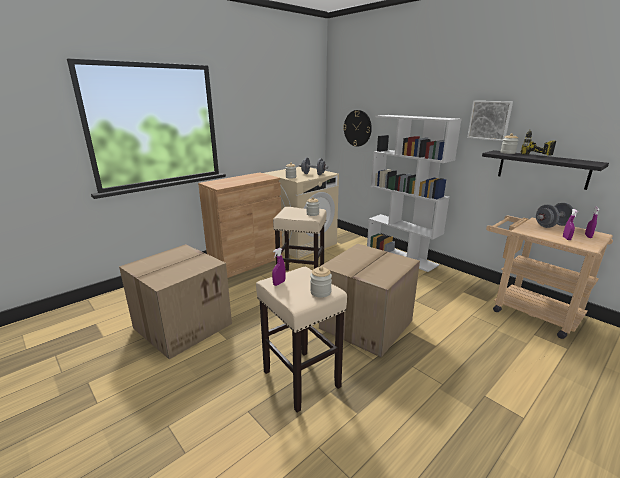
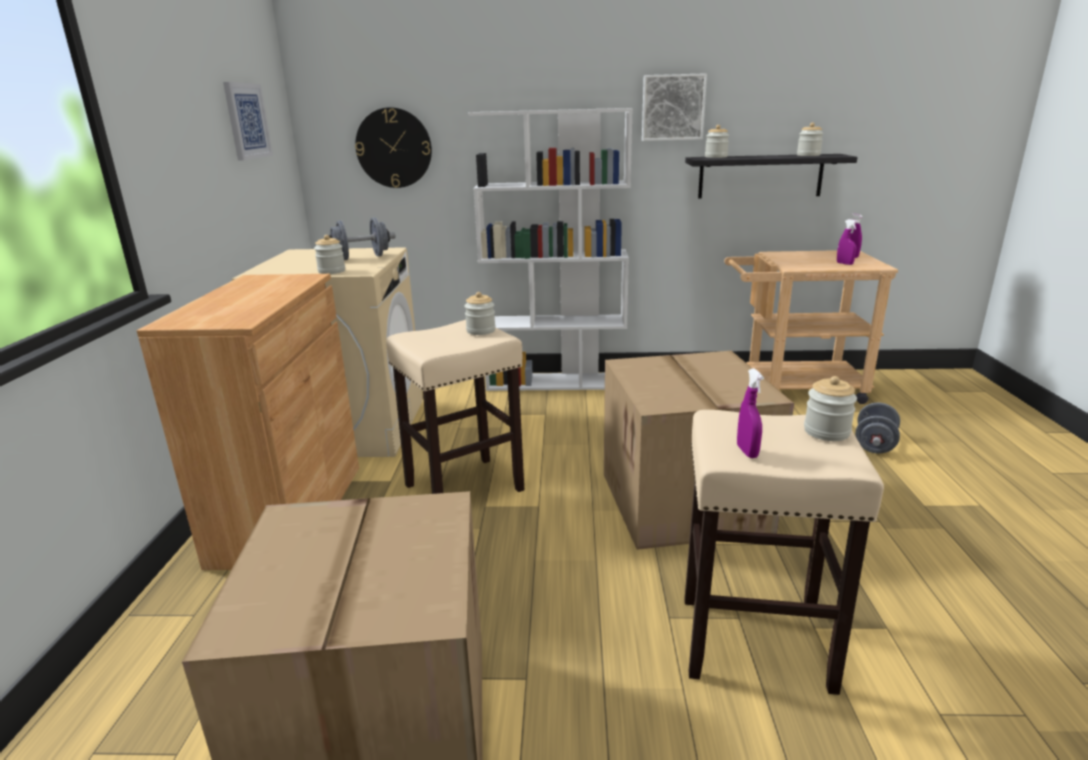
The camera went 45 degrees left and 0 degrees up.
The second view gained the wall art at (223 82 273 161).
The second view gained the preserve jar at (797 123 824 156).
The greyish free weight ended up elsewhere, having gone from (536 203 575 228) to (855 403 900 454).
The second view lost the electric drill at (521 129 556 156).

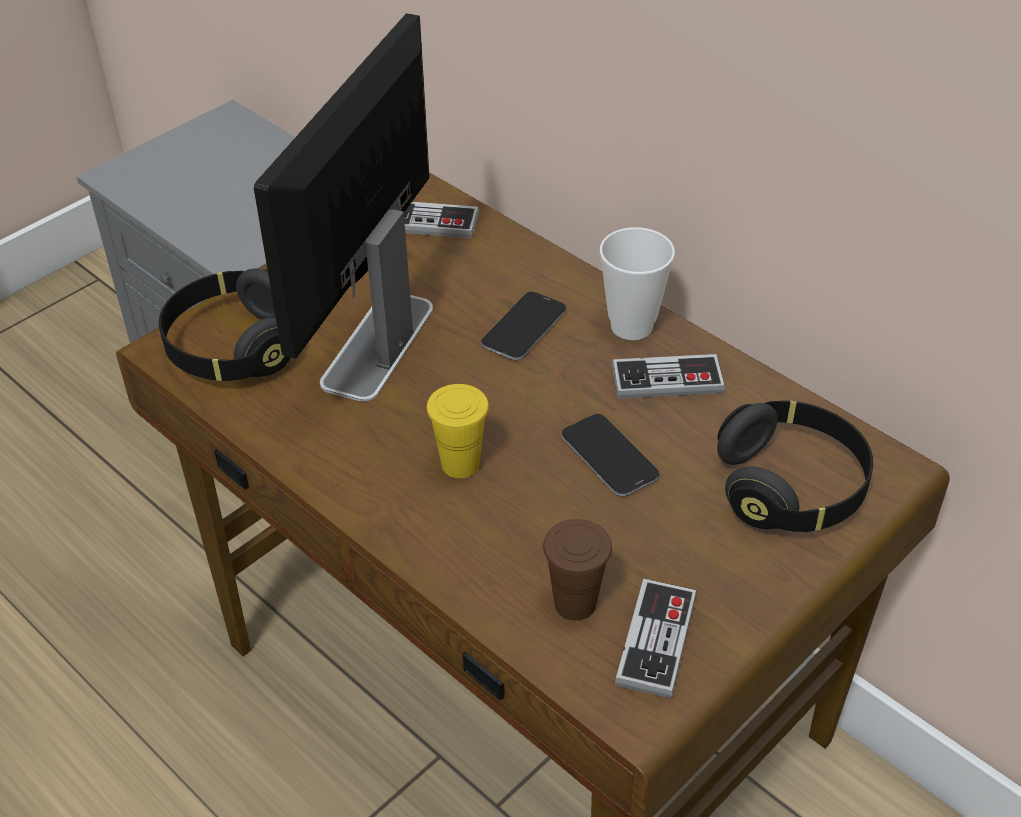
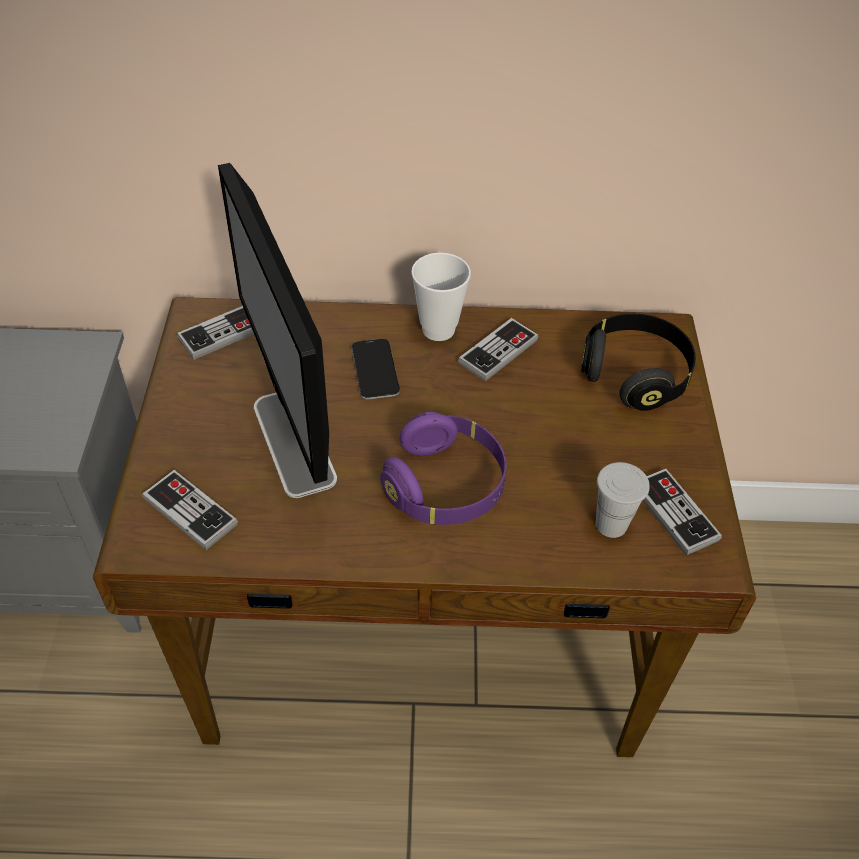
The camera went 45 degrees left and 5 degrees up.
Where the black headphones stood at (159 269 291 381), the game controller came to stand at (142 470 238 550).
Where the yellowish small cup stood at (427 384 489 478), the purple headphones came to stand at (380 412 507 525).
What was the brownish small cup at (543 519 612 621) turned into the whitish small cup at (596 462 650 538).
The second view lost the telephone at (561 414 660 497).

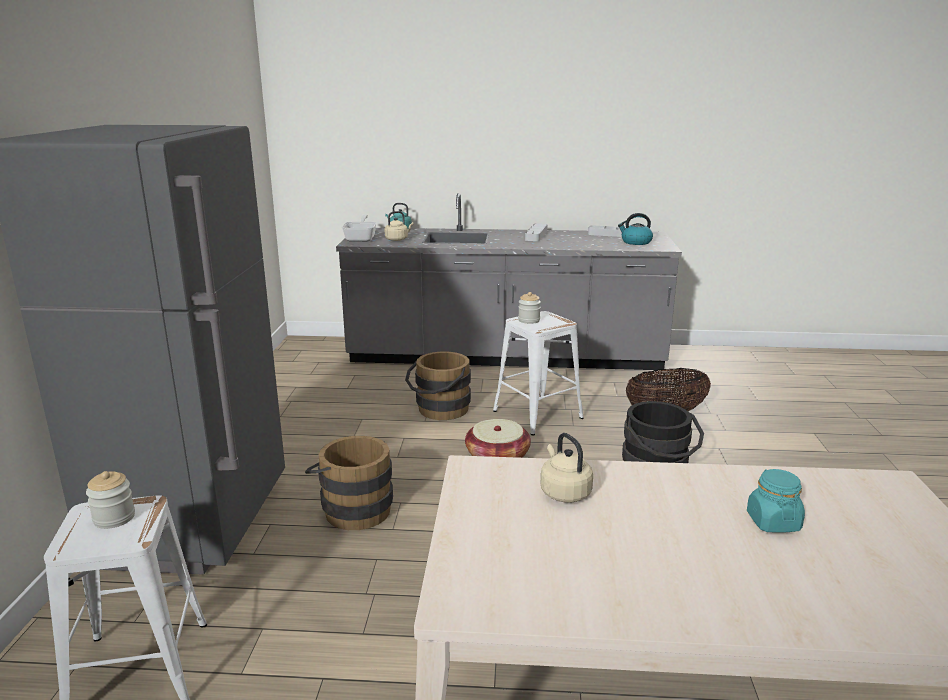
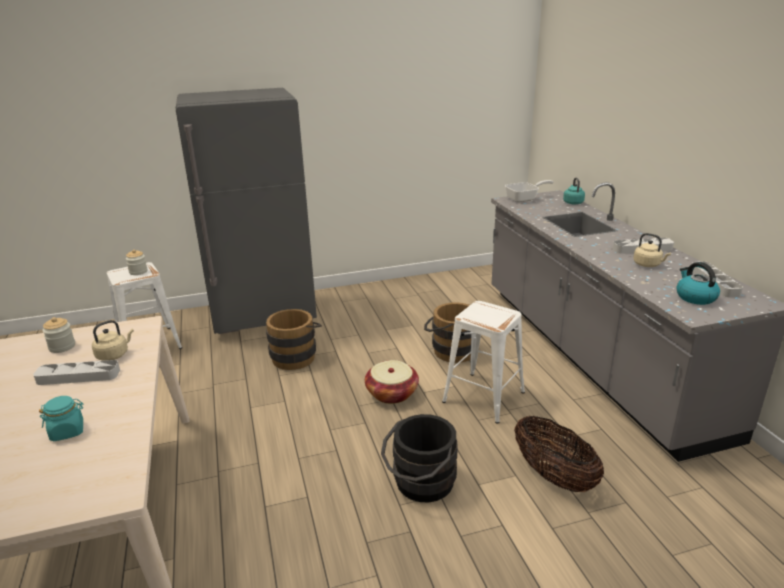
The camera went 70 degrees right and 5 degrees up.
The second view gained the greyish serving tray at (33 360 120 385).
The preserve jar ended up elsewhere, having gone from (518 292 541 324) to (42 317 75 353).
The beige kettle ended up elsewhere, having gone from (385 211 414 241) to (633 233 671 267).

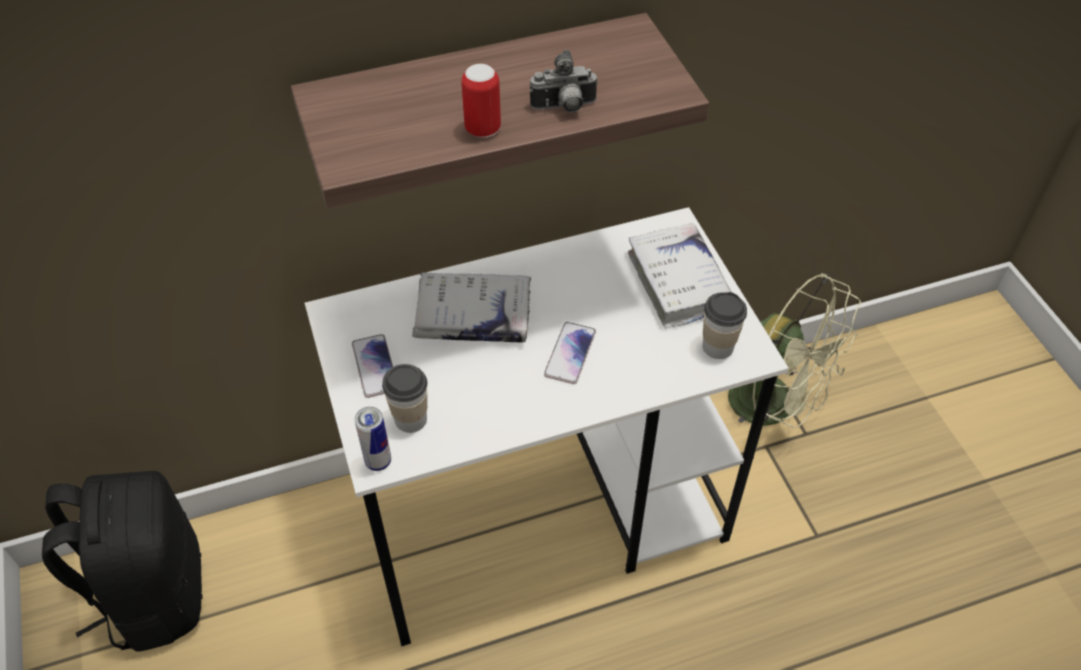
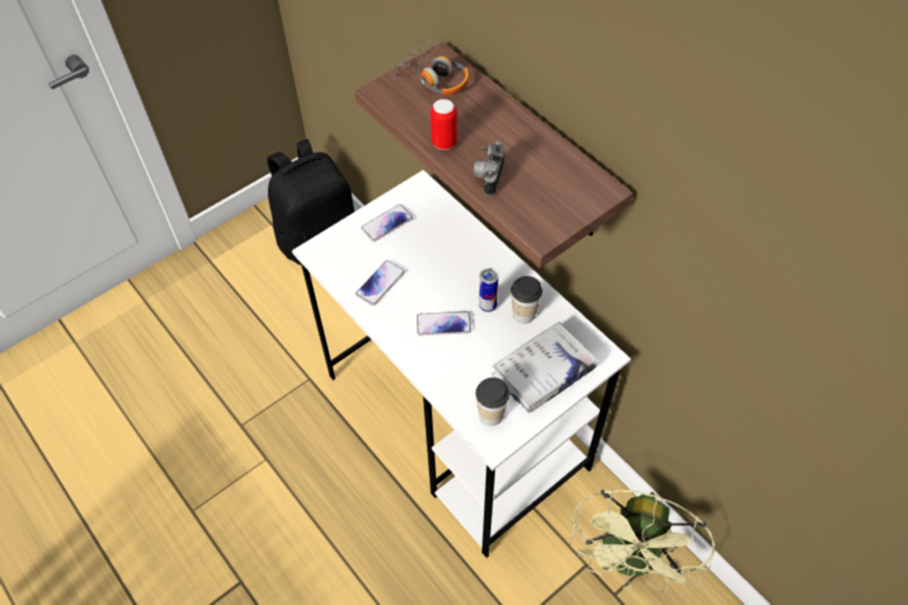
The camera went 70 degrees right and 5 degrees up.
The second view gained the telephone at (355 260 405 306).
The second view gained the headphones at (392 39 469 95).
The photo camera at (530 50 598 112) ended up facing another way, 45 degrees clockwise from before.
The metal can ended up elsewhere, having gone from (355 406 391 471) to (479 268 499 312).
The small cup ended up elsewhere, having gone from (382 364 427 433) to (511 276 542 324).
The second view lost the whitish volume at (412 272 531 342).

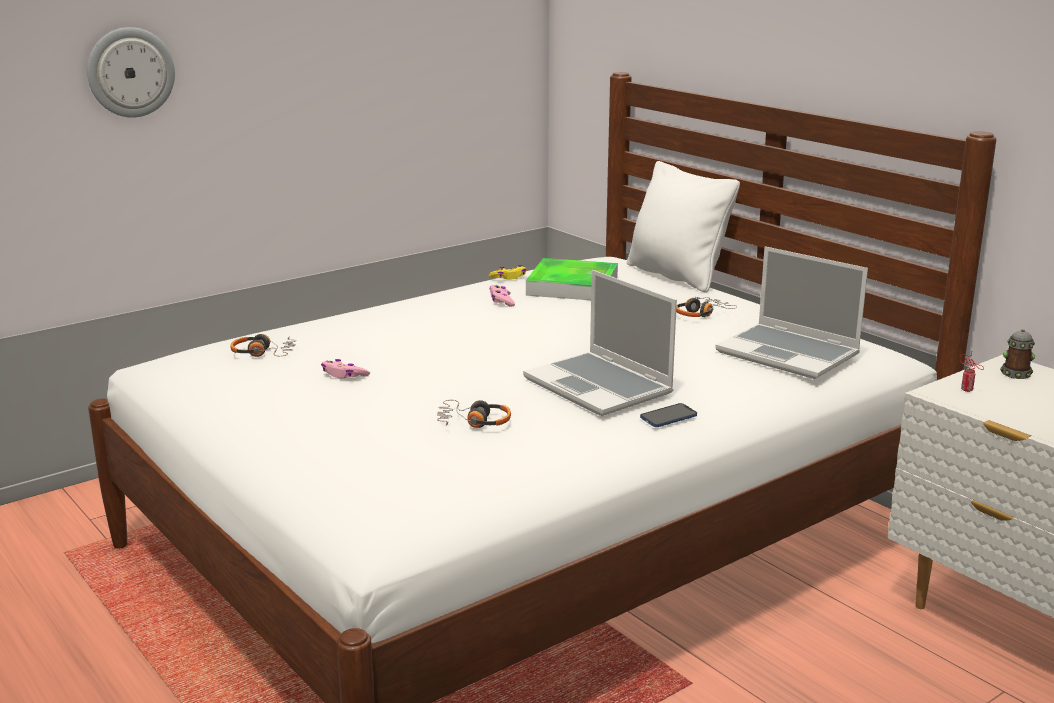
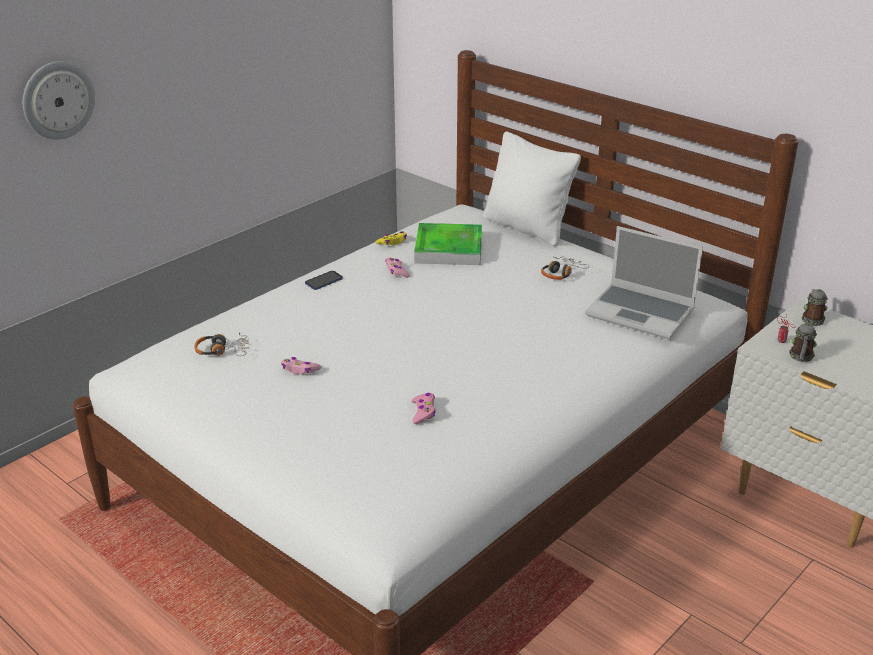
The camera went 10 degrees left and 10 degrees up.
The telephone ended up elsewhere, having gone from (640 403 697 427) to (305 271 343 290).
Where the headphones stood at (437 400 511 428), the pink game controller came to stand at (412 393 436 424).
The second view gained the coffee mug at (789 323 817 362).
The second view lost the portable computer at (523 270 677 416).

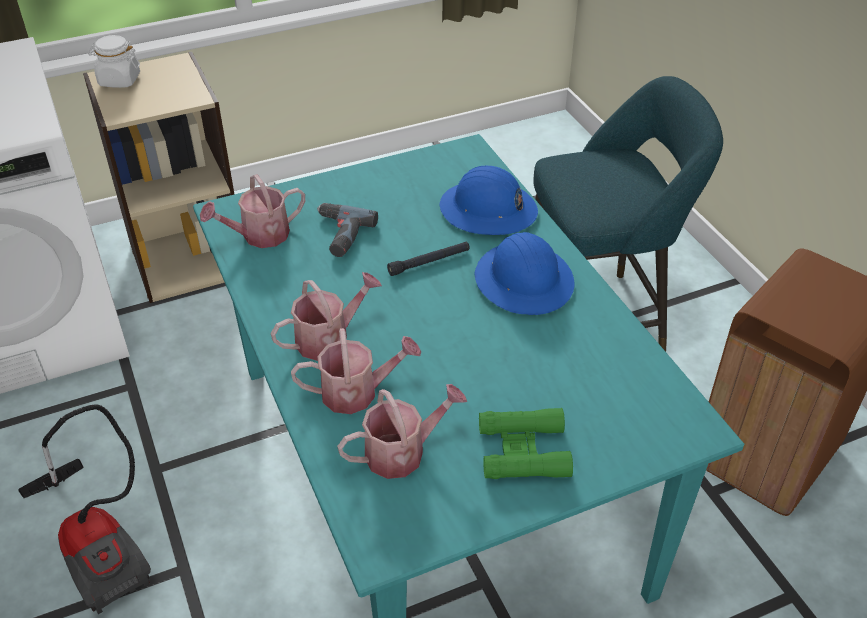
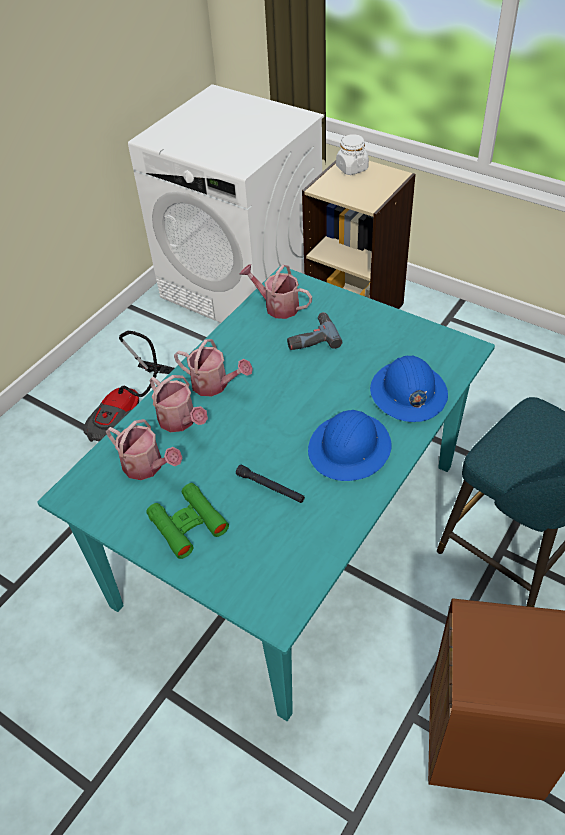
The camera went 60 degrees right and 5 degrees up.
The black torch ended up elsewhere, having gone from (387 242 470 276) to (236 465 305 503).

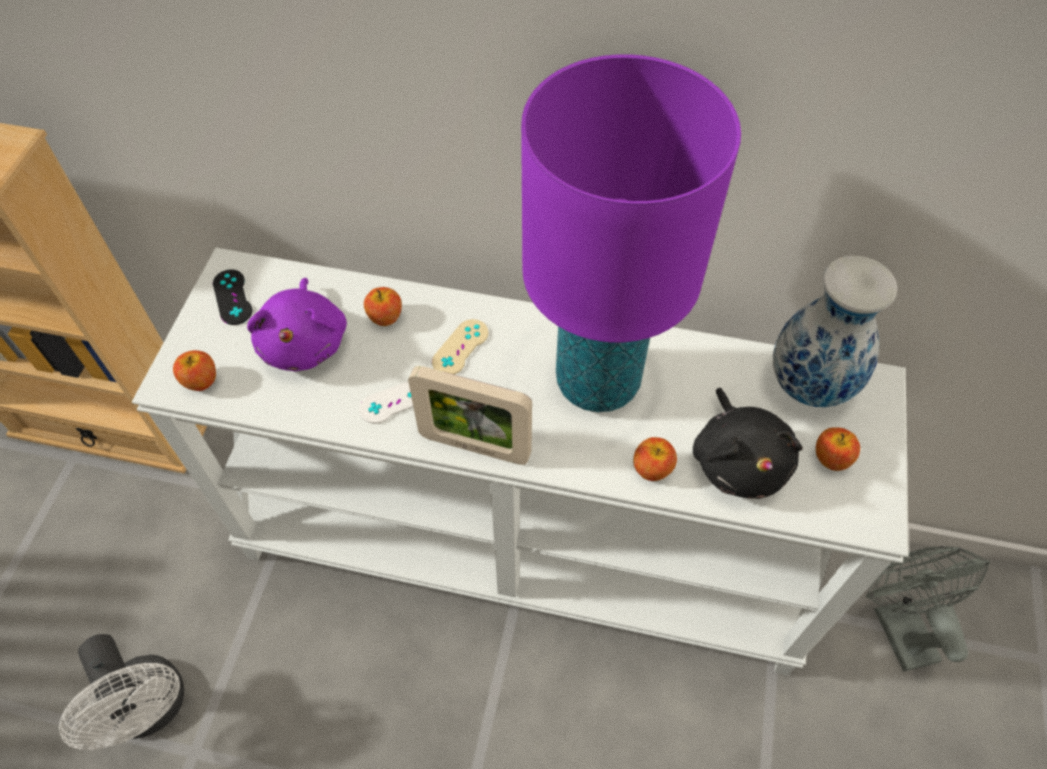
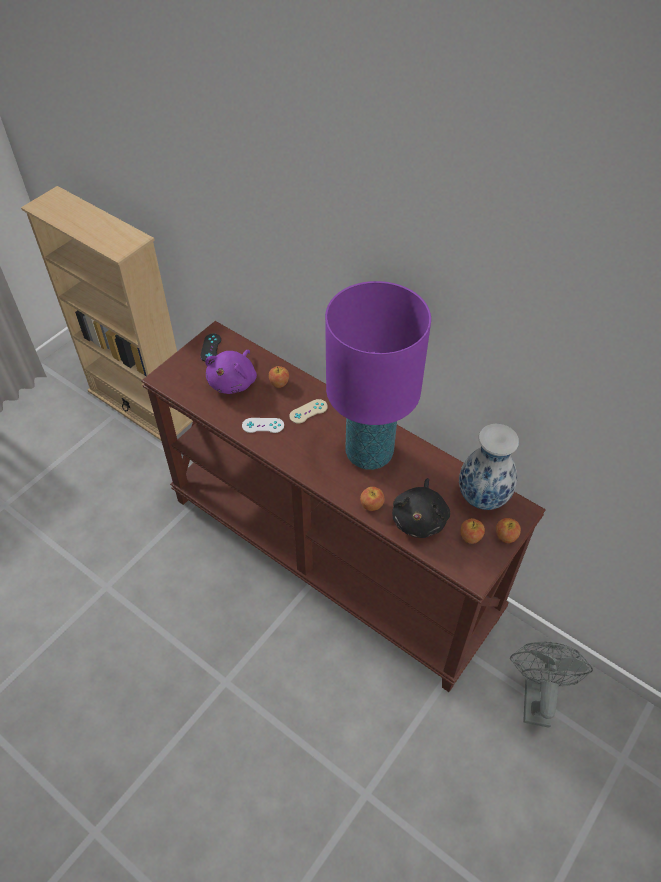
The camera went 25 degrees right and 5 degrees down.
What was the whitish narrow table at (132 247 909 675) turned into the brownish narrow table at (141 321 546 692).
The apple ended up elsewhere, having gone from (173 350 216 391) to (496 518 521 543).
The second view lost the whitish fan at (59 634 184 750).
The second view lost the picture frame at (408 366 532 465).

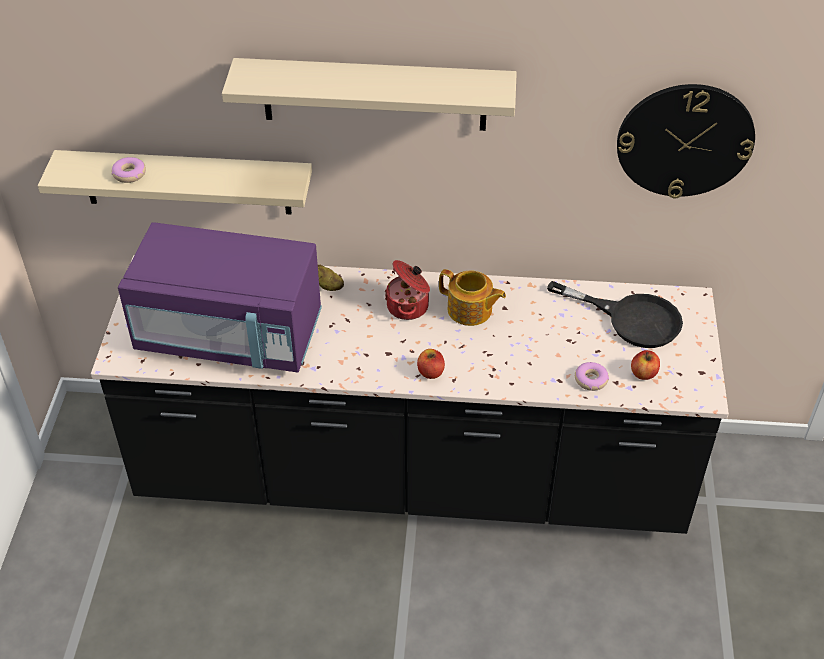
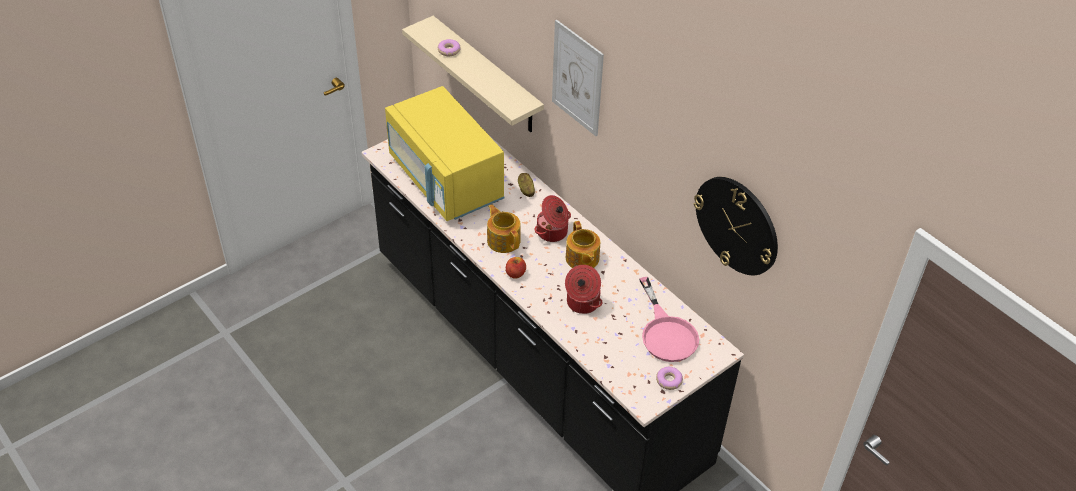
The camera went 45 degrees right and 0 degrees up.
What was the purple microwave at (118 222 322 372) turned into the yellowish microwave at (385 86 504 221).
The second view gained the teapot at (487 204 521 253).
Where the beige bracket shelf hung at (222 58 517 131), the wall art came to hang at (552 20 604 136).
The second view gained the stockpot at (565 265 602 314).
What was the black frying pan at (547 281 683 348) turned into the pink frying pan at (639 277 699 362).
The doughnut ended up elsewhere, having gone from (575 362 609 391) to (656 367 683 390).
The second view lost the apple at (631 350 660 380).

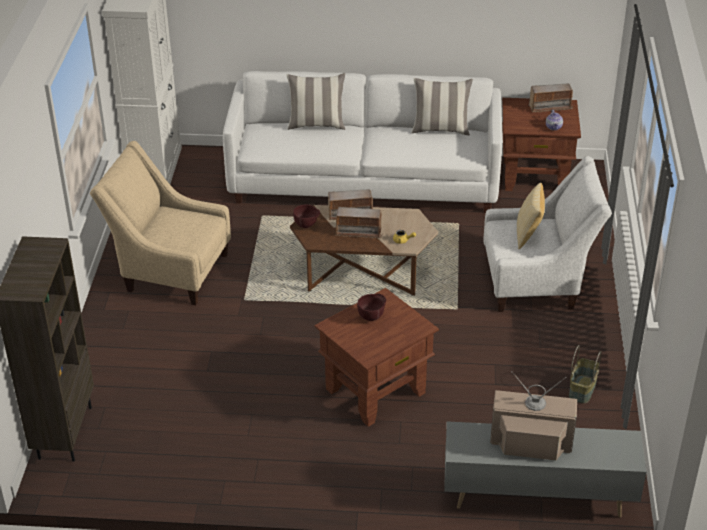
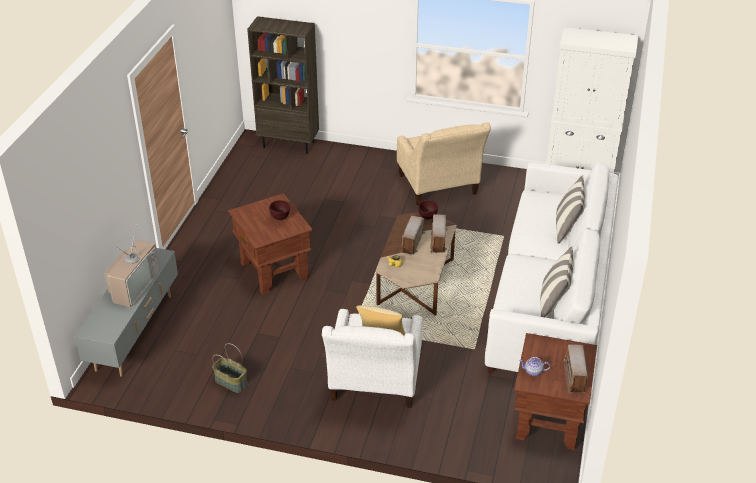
The camera went 100 degrees right and 0 degrees up.
The beige easy chair at (90 141 231 305) ended up facing another way, 135 degrees clockwise from before.

